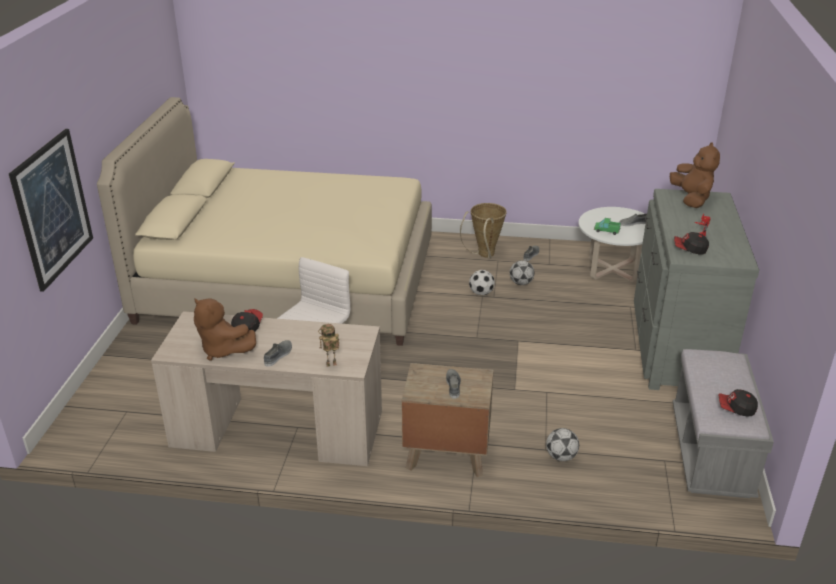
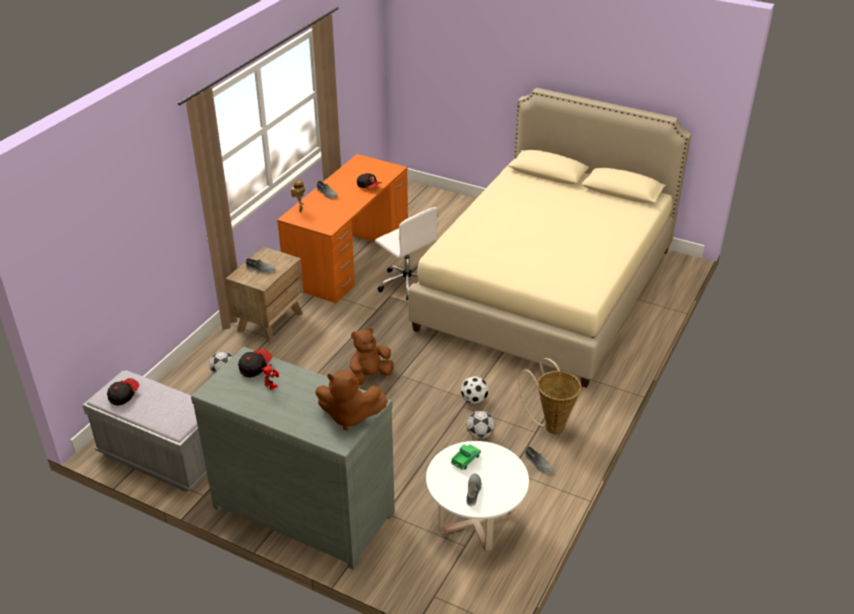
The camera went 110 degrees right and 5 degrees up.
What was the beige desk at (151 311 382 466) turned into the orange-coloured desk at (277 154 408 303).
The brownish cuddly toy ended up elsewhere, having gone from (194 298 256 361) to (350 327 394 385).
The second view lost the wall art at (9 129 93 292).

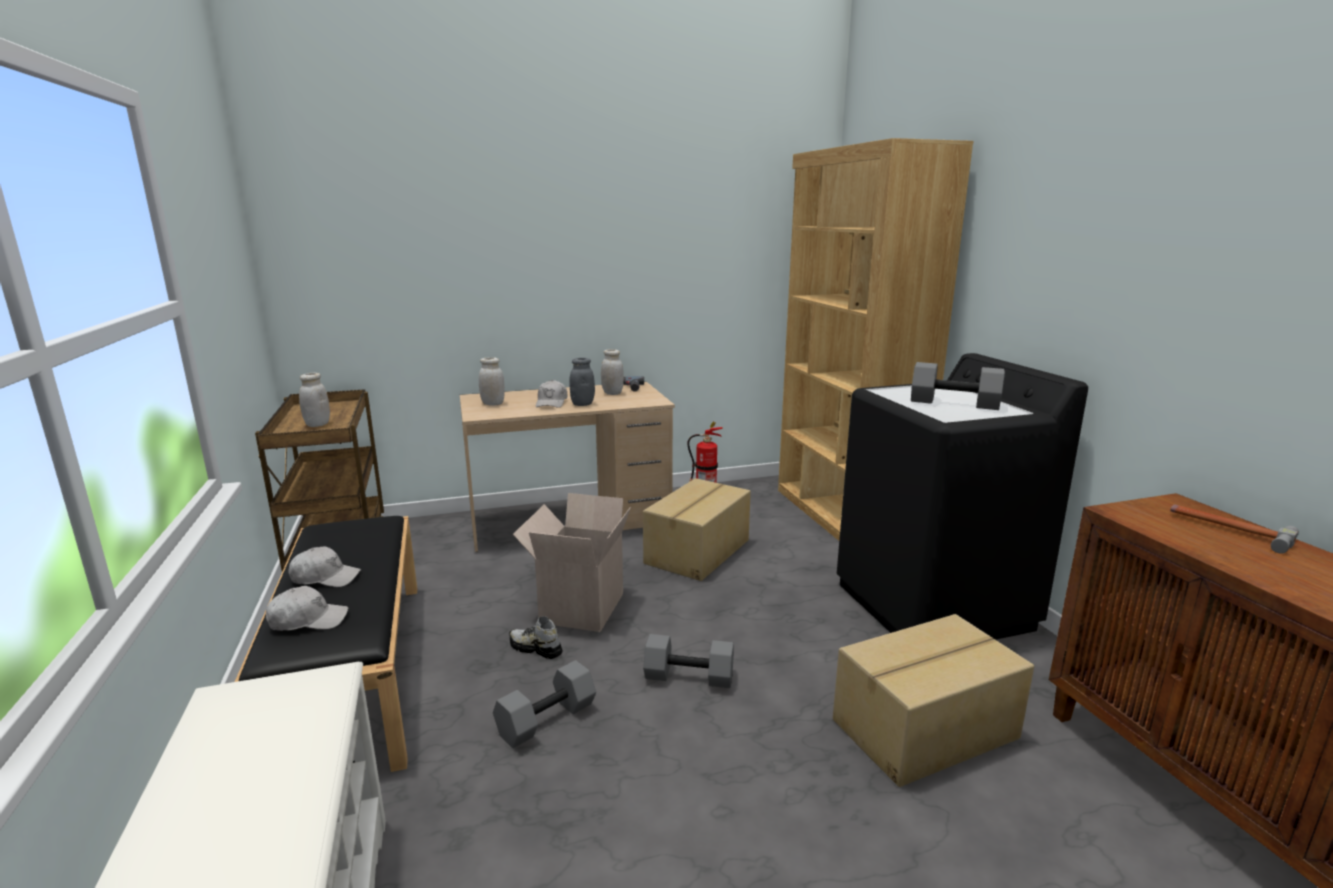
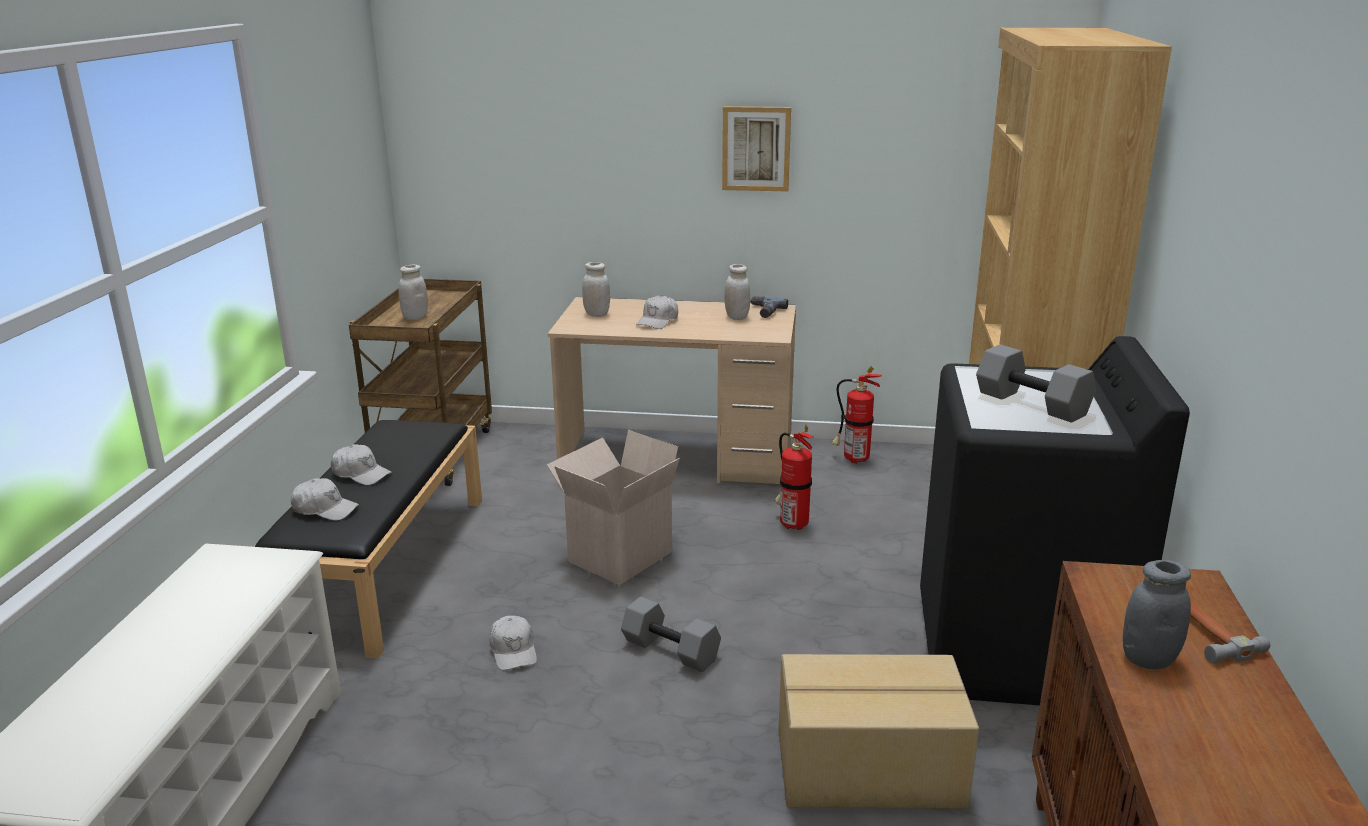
The camera went 25 degrees right and 5 degrees up.
Where the greyish free weight stood at (493 660 596 748), the whitish baseball cap came to stand at (489 616 537 670).
The second view gained the wall art at (722 106 791 192).
Where the carton stood at (643 478 751 581), the extinguisher came to stand at (775 424 814 530).
The greyish preserve jar ended up elsewhere, having gone from (569 358 595 406) to (1123 560 1191 669).
The second view lost the item of footwear at (509 616 563 659).

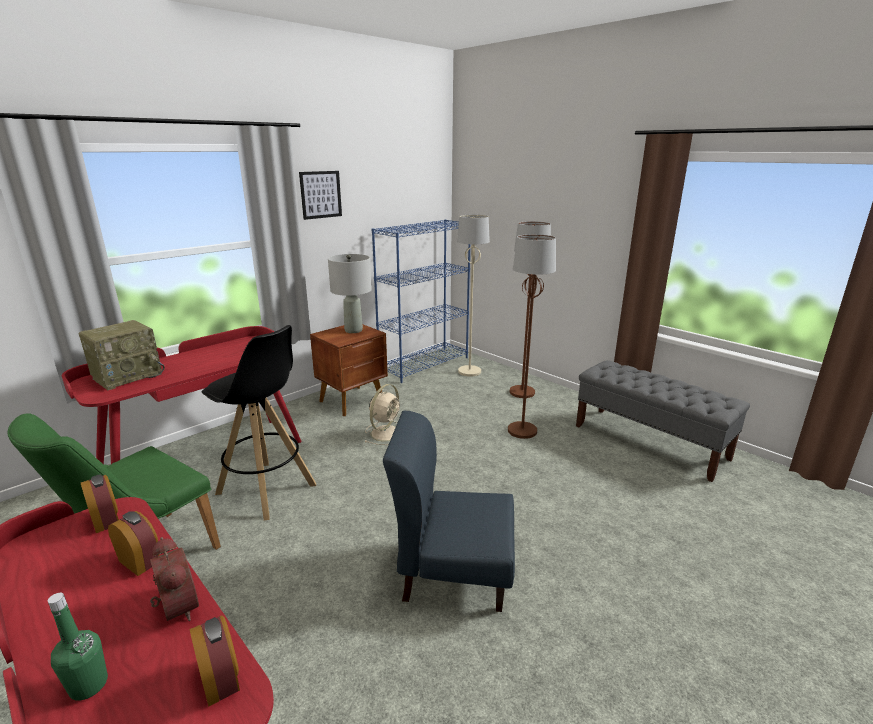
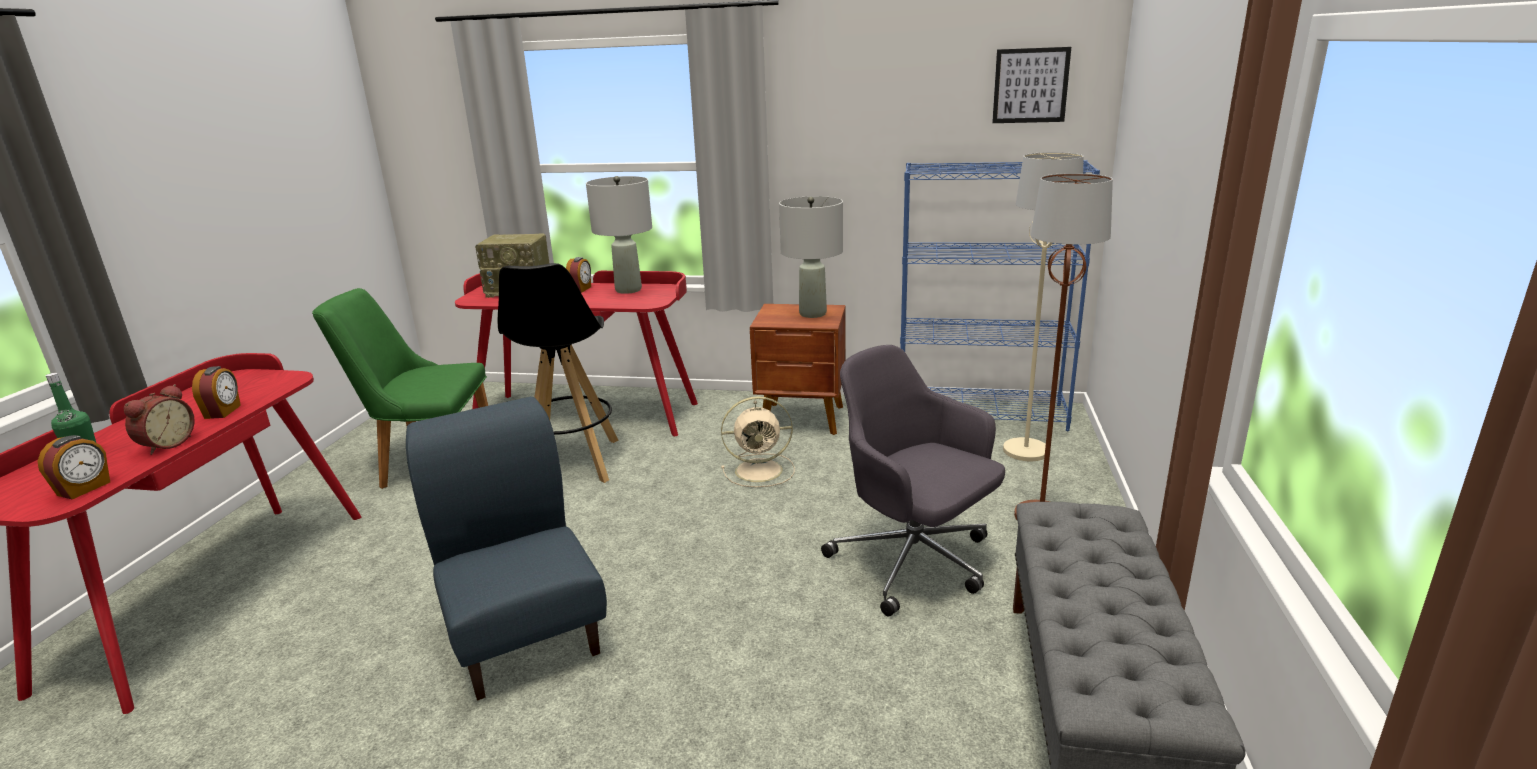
The camera went 55 degrees right and 0 degrees up.
The alarm clock ended up elsewhere, having gone from (81 474 119 533) to (566 257 591 293).
The second view gained the greyish lamp for a table at (586 176 652 294).
Where the brownish standard lamp stood at (508 234 556 439), the greyish desk chair came to stand at (821 345 1005 616).
The wall art ended up elsewhere, having gone from (299 171 342 220) to (992 47 1071 123).

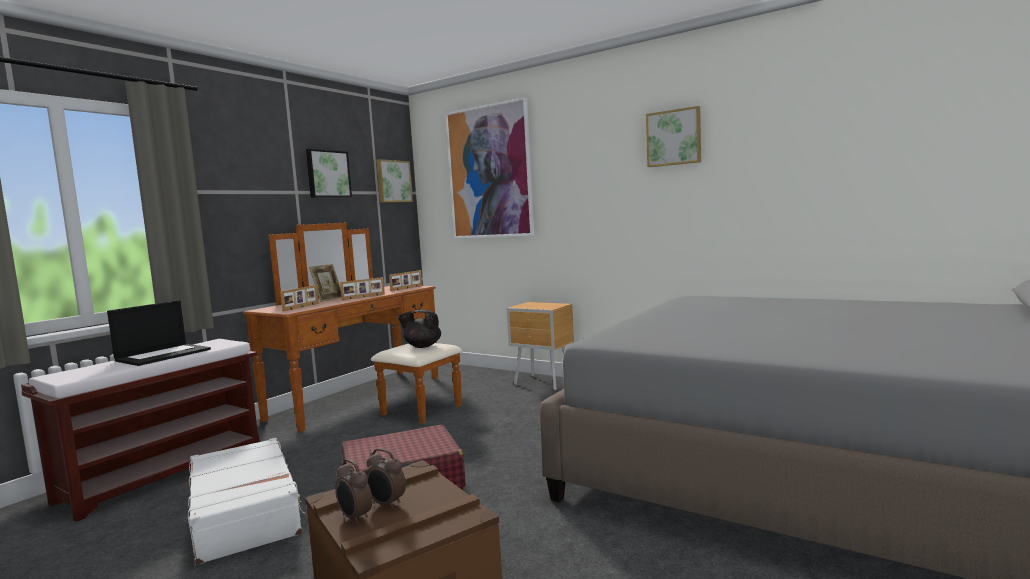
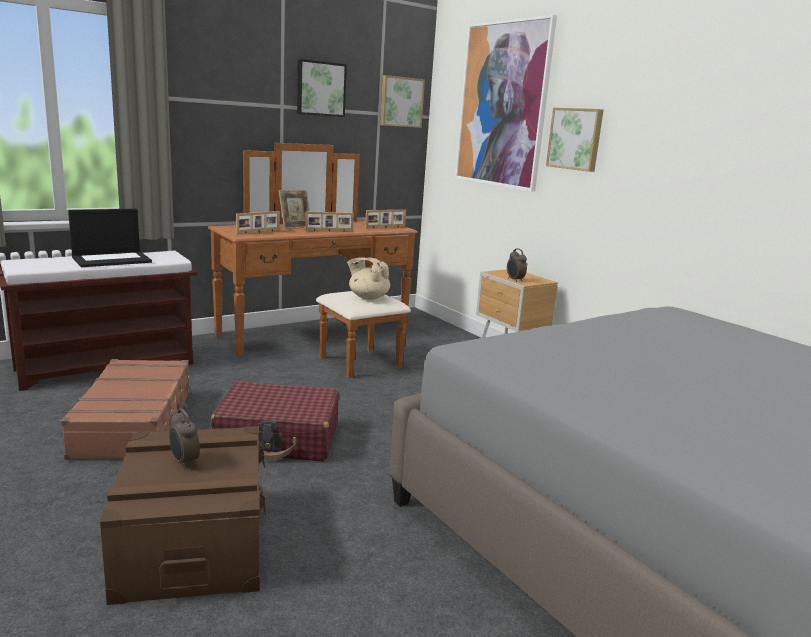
The camera went 20 degrees right and 10 degrees up.
What was the whitish suitcase at (188 438 307 565) turned into the brownish suitcase at (61 359 194 460).
What was the black teapot at (398 310 441 348) turned into the beige teapot at (347 257 390 300).
The alarm clock ended up elsewhere, having gone from (335 459 372 524) to (507 248 527 282).
The wall art ended up elsewhere, having gone from (646 106 701 167) to (546 108 603 172).

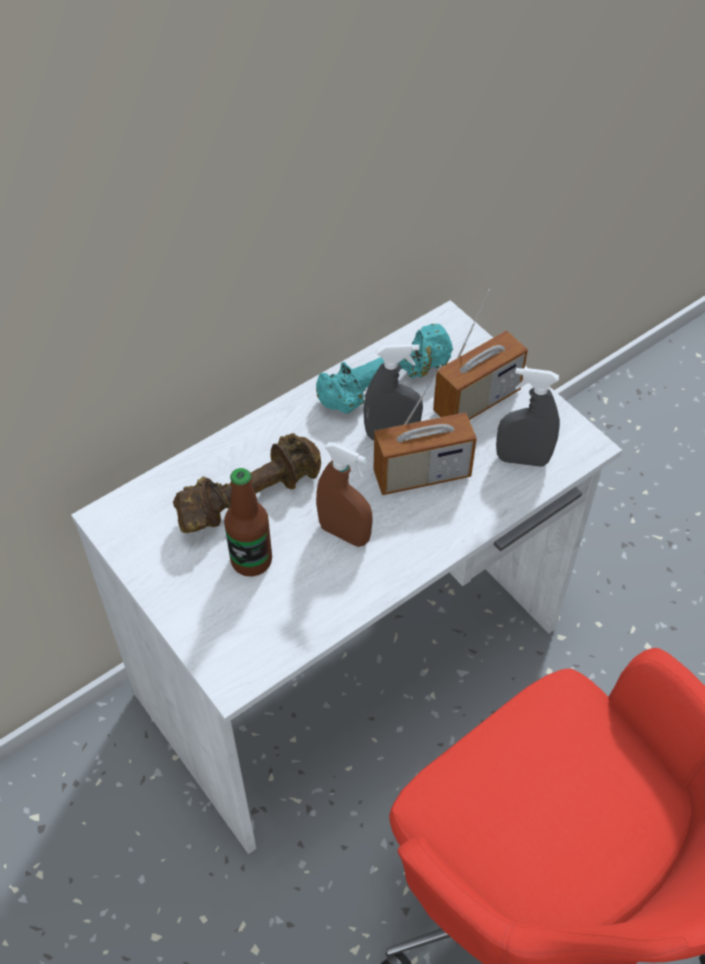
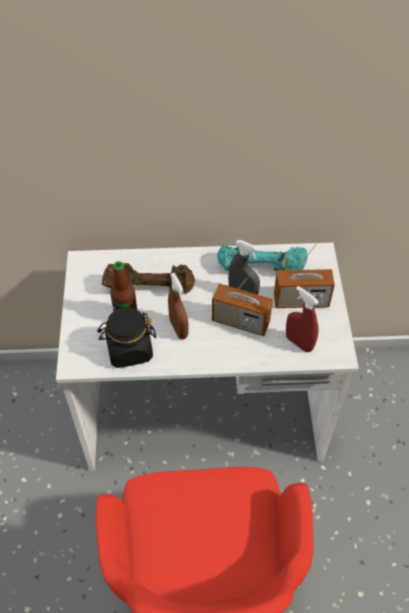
The camera went 35 degrees right and 0 degrees up.
The second view gained the black preserve jar at (97 307 156 368).
What was the greyish sprayer at (496 368 560 467) turned into the reddish sprayer at (286 286 319 352).

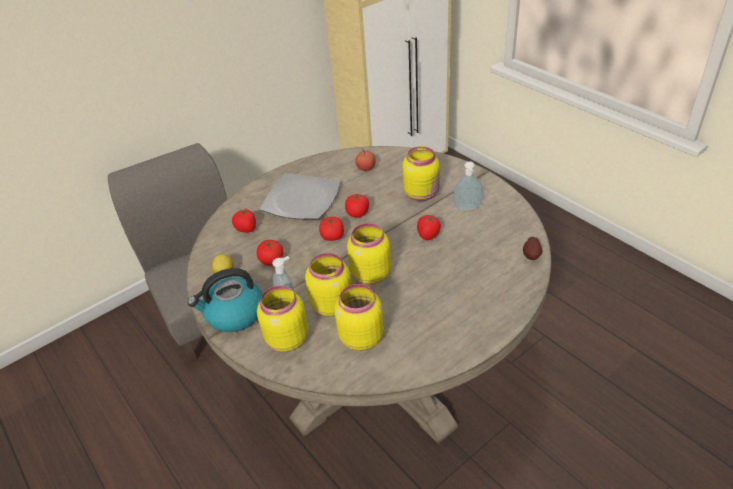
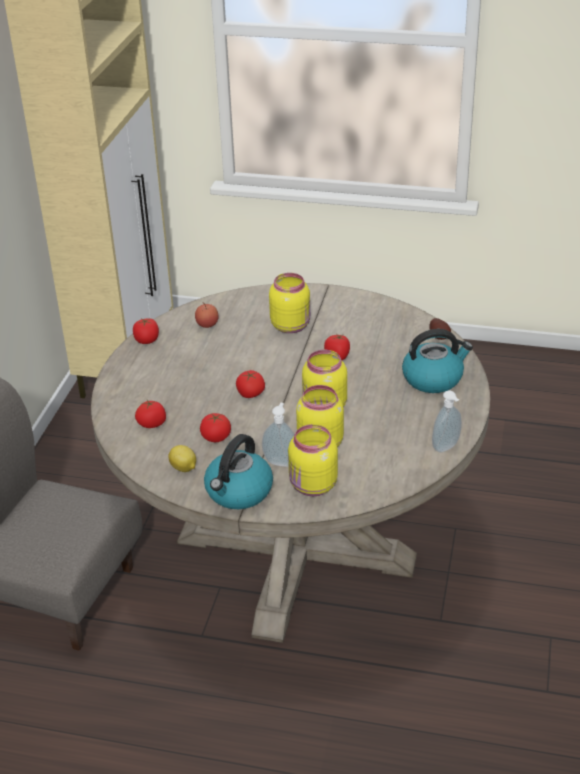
The camera went 40 degrees left and 5 degrees down.
The tomato ended up elsewhere, having gone from (345 194 369 218) to (133 318 159 344).
The second view gained the kettle at (402 329 473 393).
The soap bottle ended up elsewhere, having gone from (453 161 483 211) to (432 390 462 453).
The second view lost the flat dish at (260 173 340 219).
The second view lost the yellowish preserve jar at (334 284 384 351).

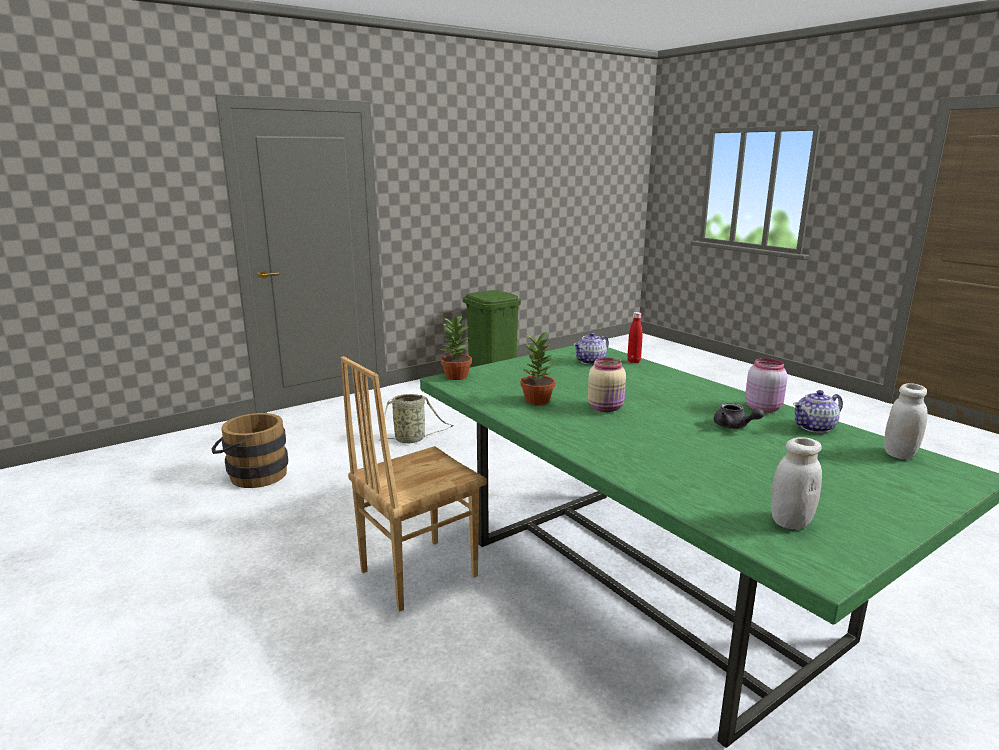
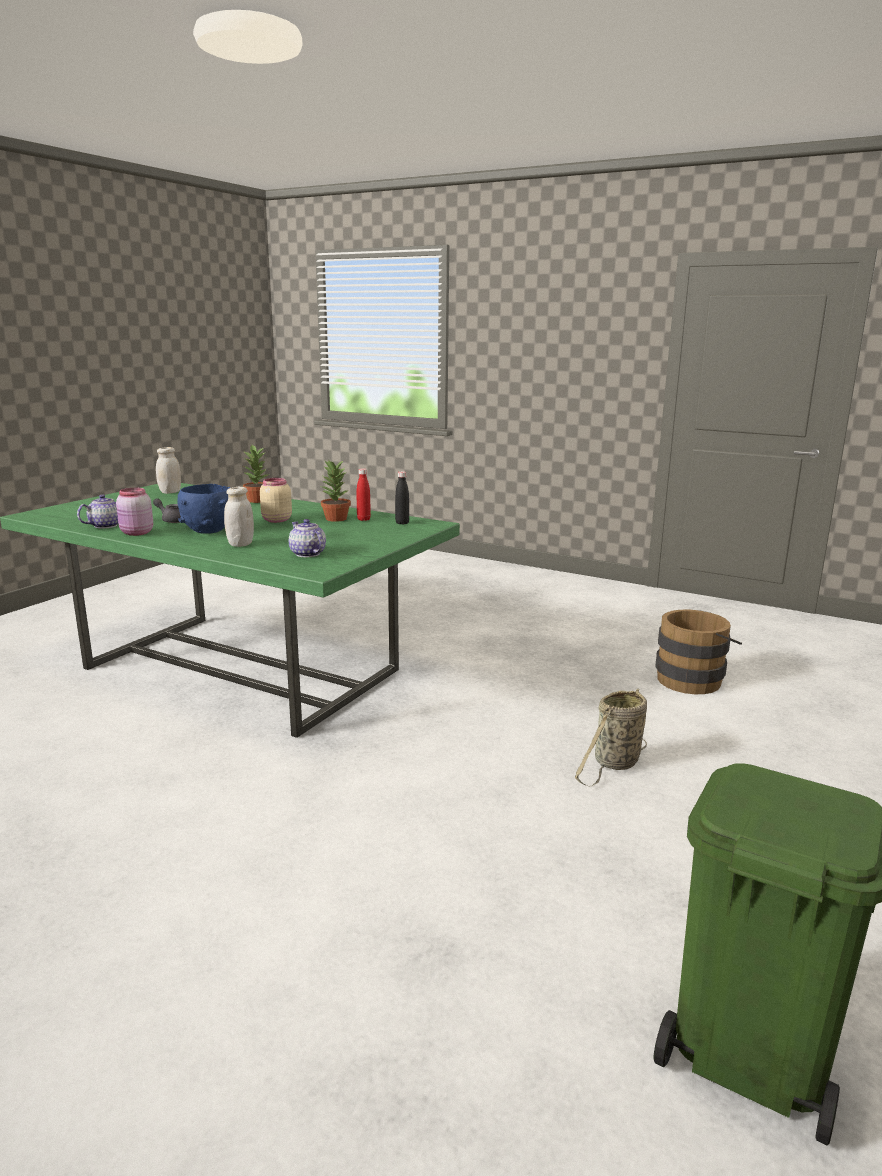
The camera went 155 degrees right and 0 degrees up.
The second view gained the blue deep dish at (177 484 231 534).
The whitish preserve jar ended up elsewhere, having gone from (884 383 927 460) to (224 487 254 547).
The houseplant ended up elsewhere, having gone from (441 315 472 380) to (243 445 269 503).
The teapot at (574 332 609 365) ended up facing another way, 60 degrees counterclockwise from before.
The reddish drink bottle ended up elsewhere, having gone from (627 312 643 363) to (356 468 371 521).
The second view gained the black drink bottle at (395 471 409 525).
The second view lost the brownish chair at (341 356 487 612).

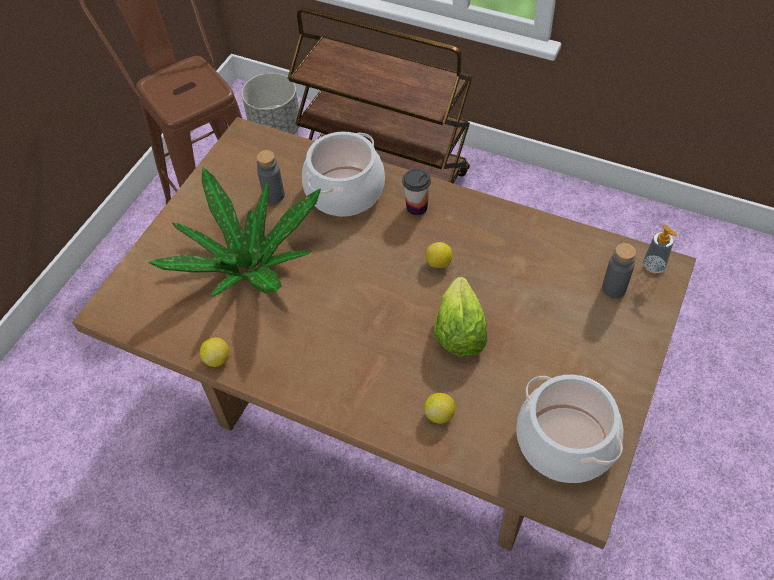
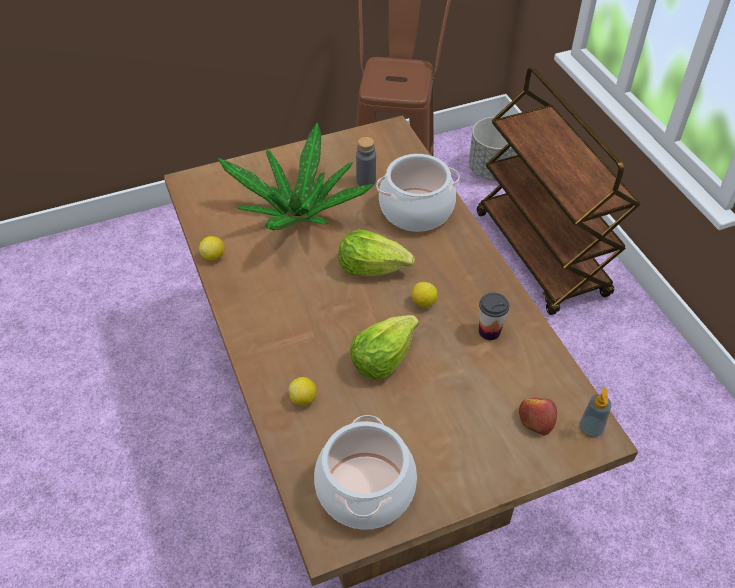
The camera went 40 degrees right and 5 degrees down.
The second view gained the head of lettuce at (339 229 415 276).
The small cup ended up elsewhere, having gone from (402 168 431 216) to (479 293 509 340).
Where the greyish drink bottle stood at (602 243 636 298), the apple came to stand at (519 398 557 436).

